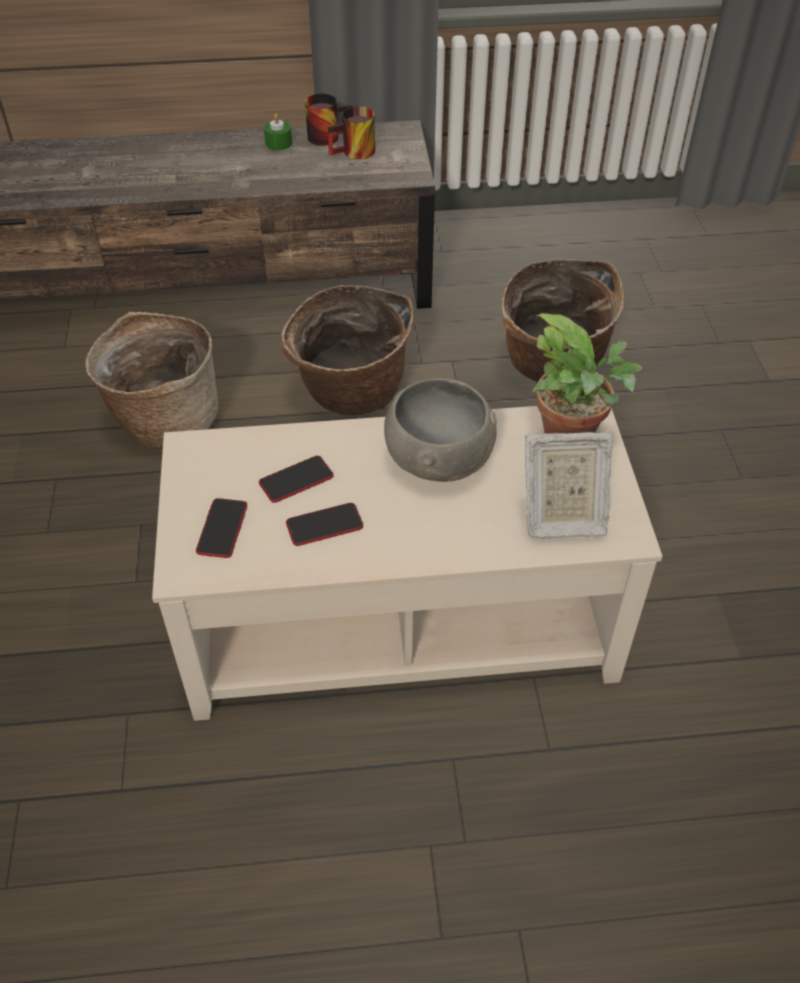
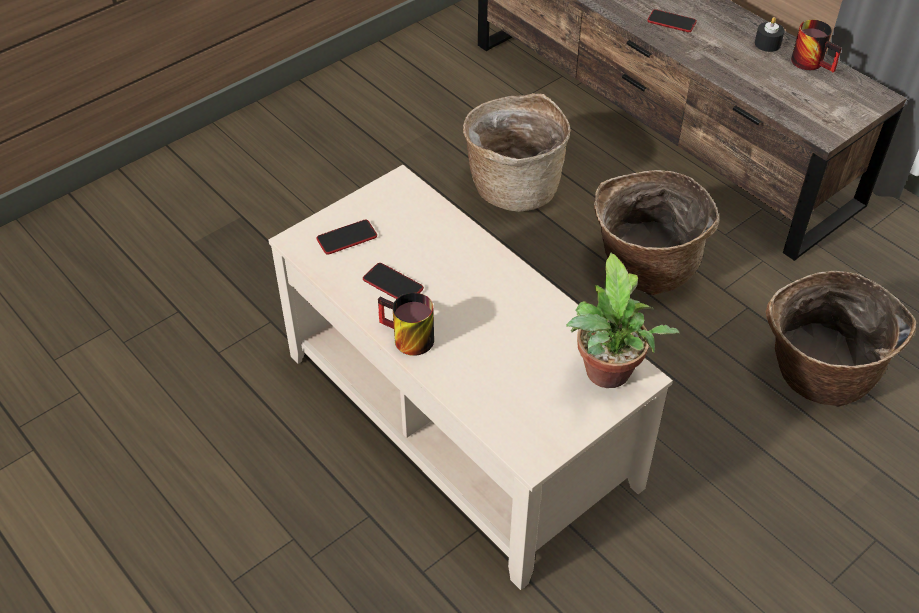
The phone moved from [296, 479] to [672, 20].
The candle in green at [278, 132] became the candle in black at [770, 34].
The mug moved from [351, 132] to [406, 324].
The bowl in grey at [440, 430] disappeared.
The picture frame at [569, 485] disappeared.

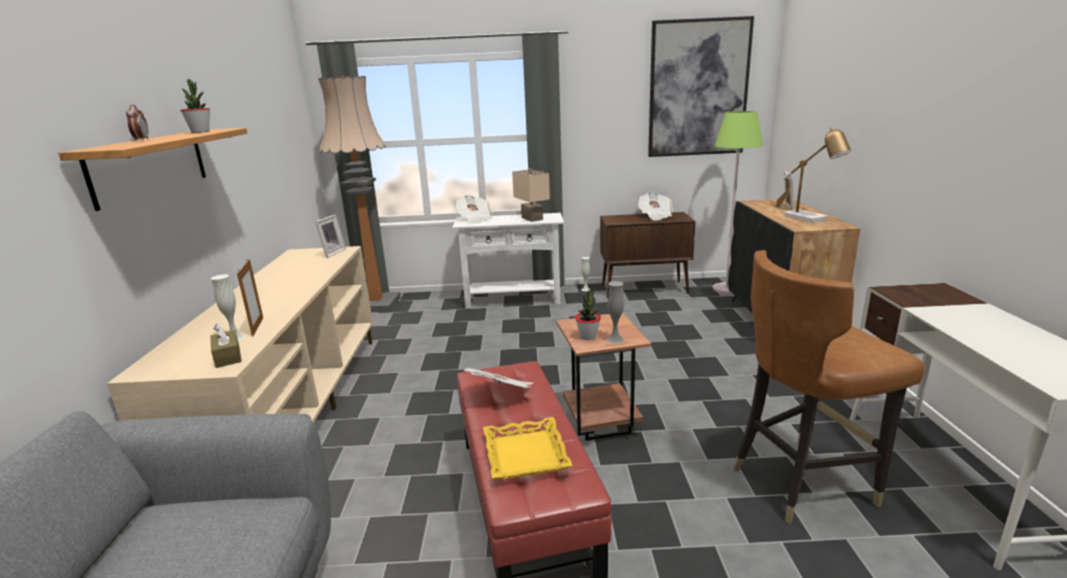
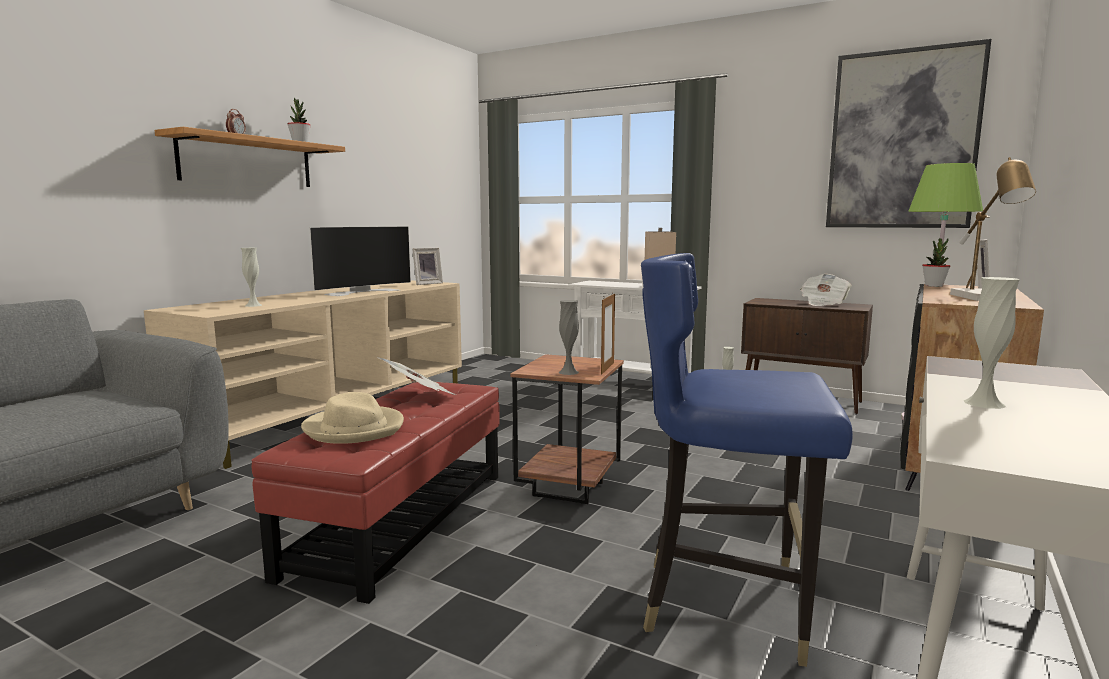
The tissue box in brown at [226, 346] disappeared.
The picture frame moved from [250, 298] to [608, 334].
The floor lamp at [359, 194] disappeared.
The newspaper at [474, 209] disappeared.
The tray in yellow at [528, 448] was replaced by the hat in beige at [352, 418].
The potted plant moved from [588, 314] to [936, 263].
The chair in brown at [828, 387] became the chair in blue at [747, 460].
The television at [360, 261] appeared.
The vase in white at [991, 343] appeared.

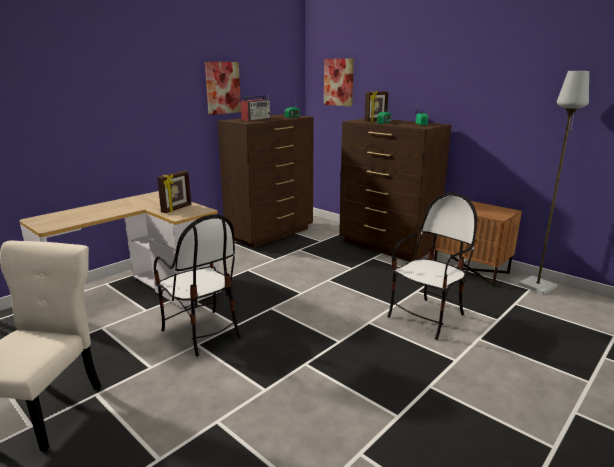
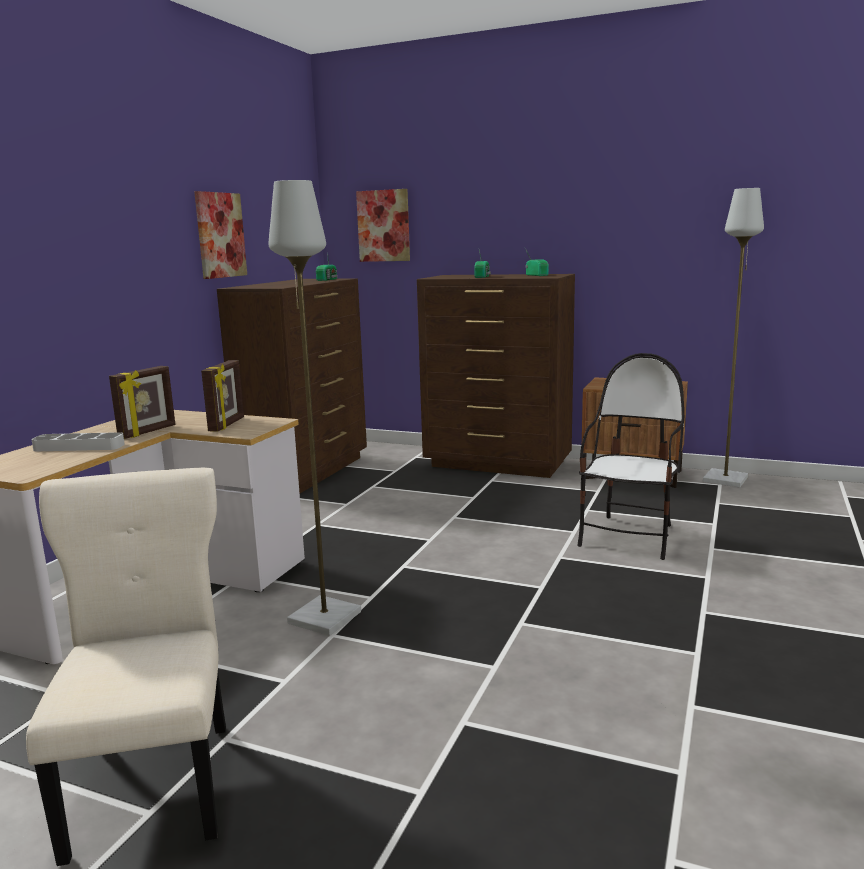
The chair at [198, 285] was replaced by the floor lamp in grey at [314, 408].
The radio at [255, 107] disappeared.
The picture frame moved from [376, 106] to [142, 402].
The tray in grey at [78, 441] appeared.

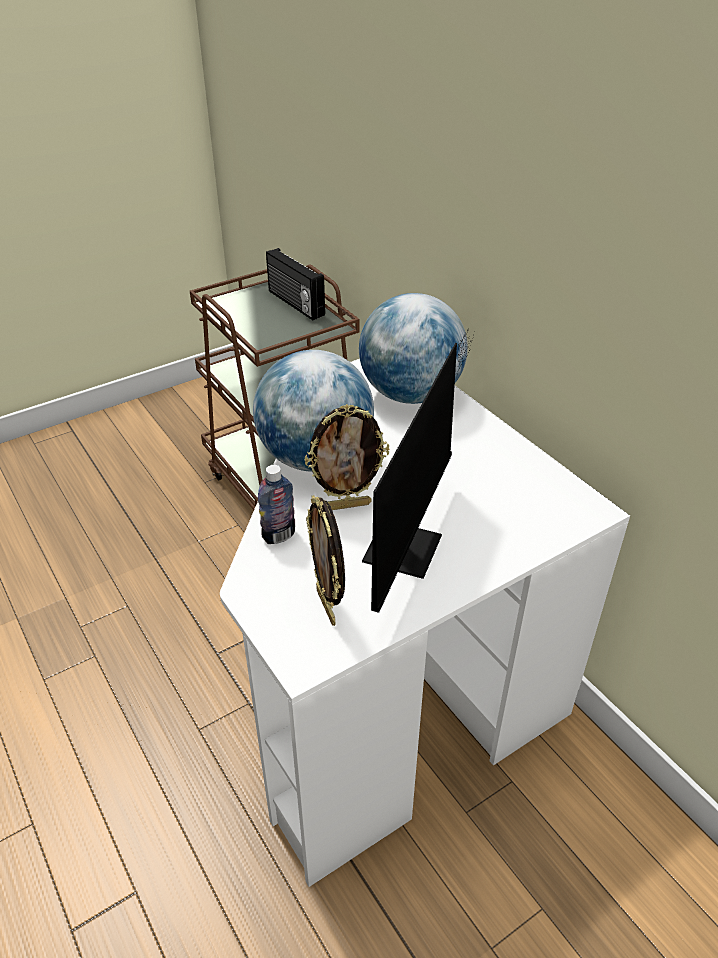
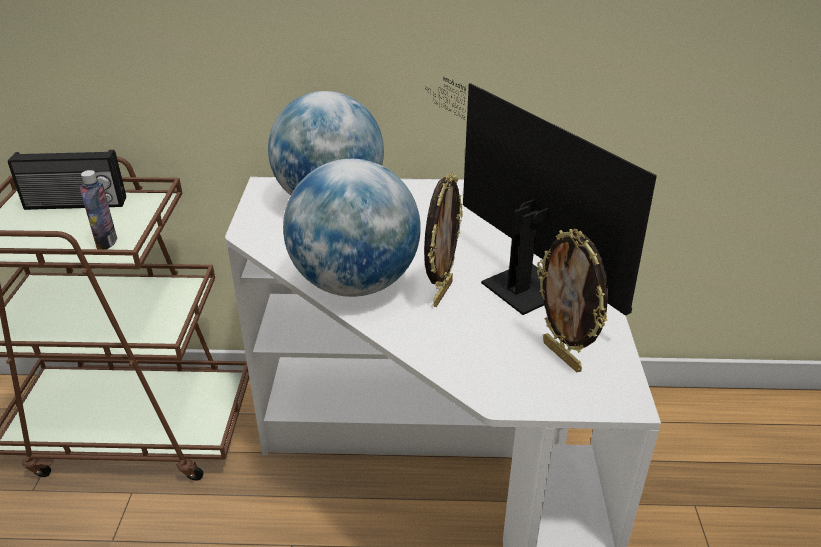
The bottle moved from [276, 504] to [98, 210].
The picture frame at [325, 560] turned 45 degrees clockwise.

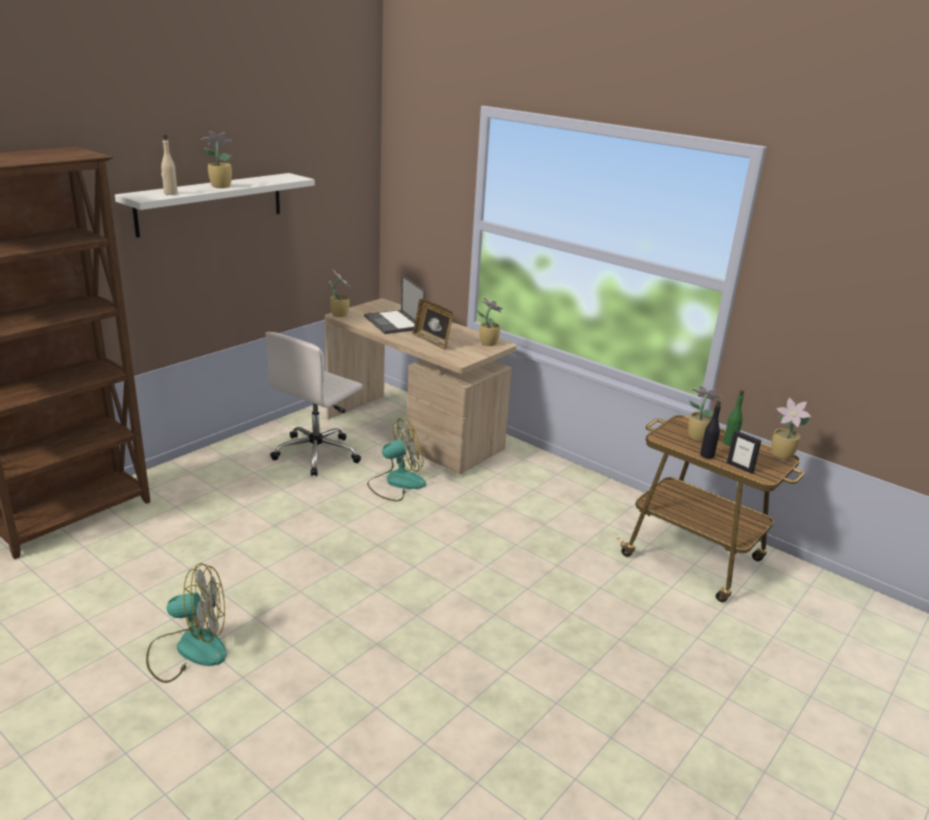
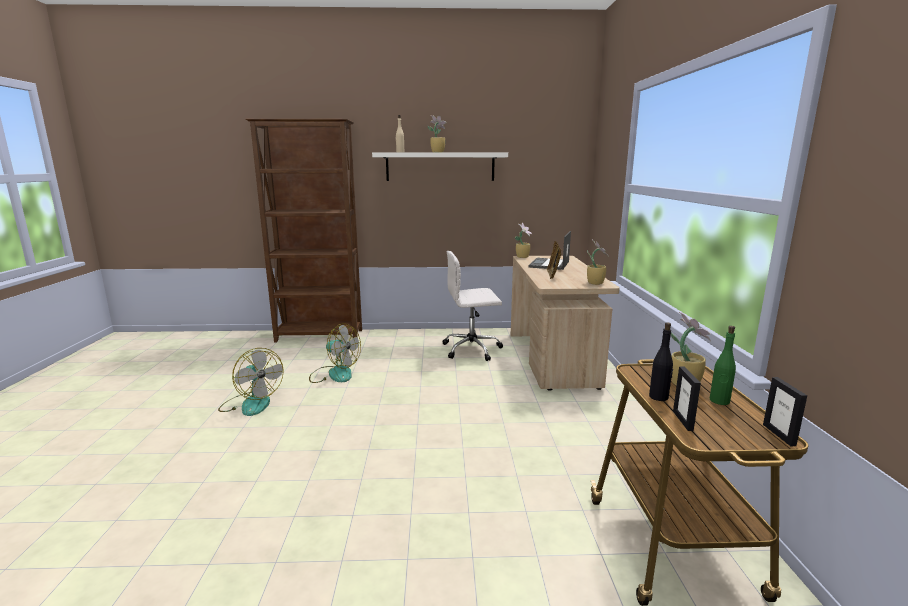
The fan moved from [396, 459] to [335, 353].
The potted plant at [791, 429] was replaced by the picture frame at [785, 411].

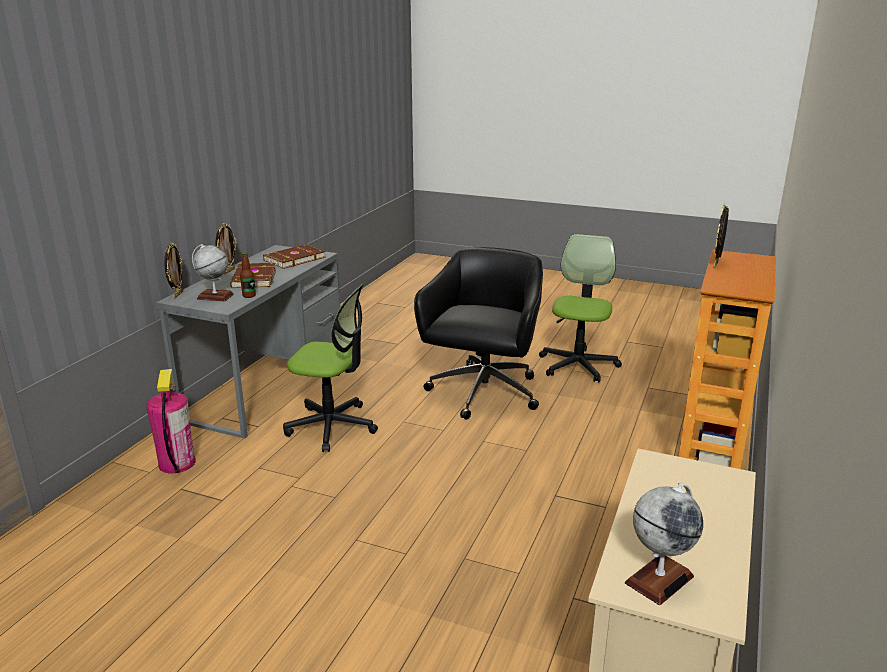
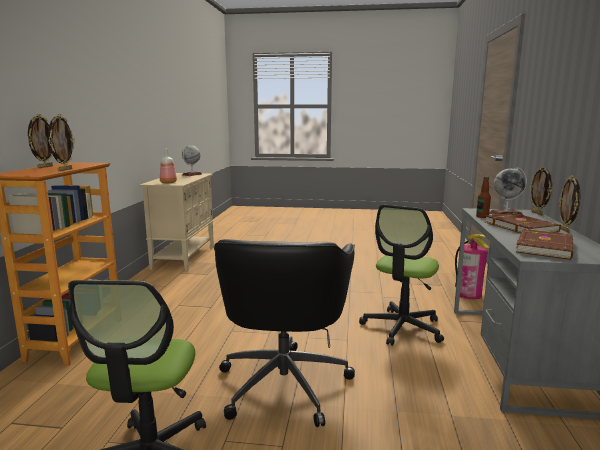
The office chair at [330, 368] turned 60 degrees counterclockwise.
The picture frame at [40, 141] appeared.
The bottle at [168, 166] appeared.

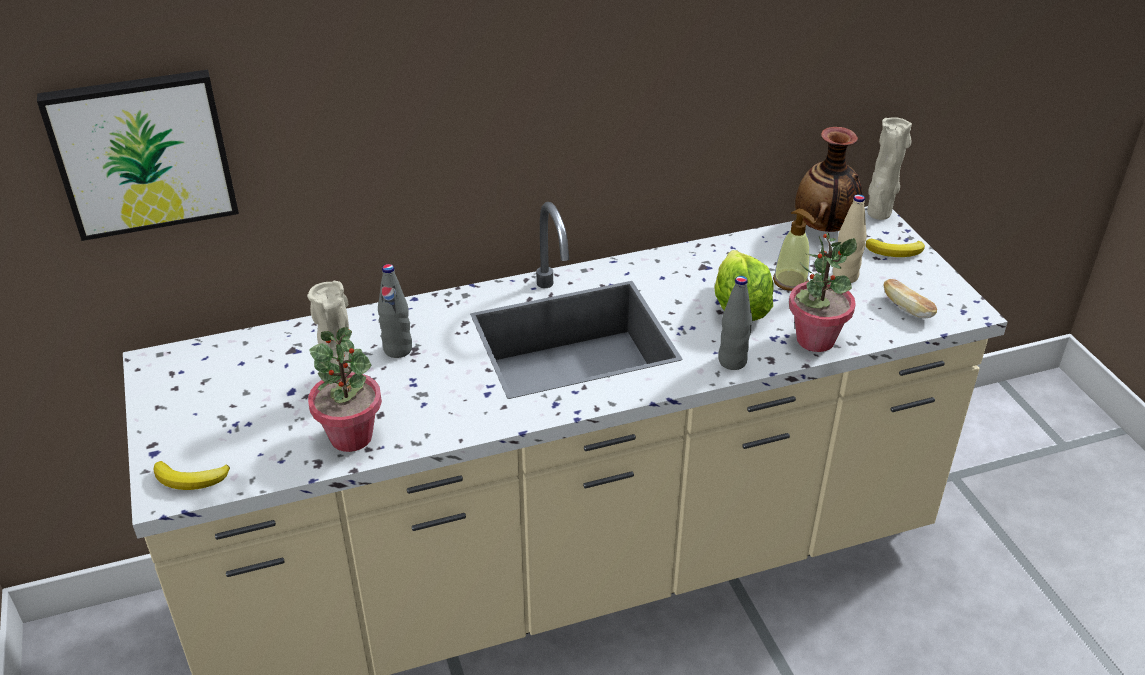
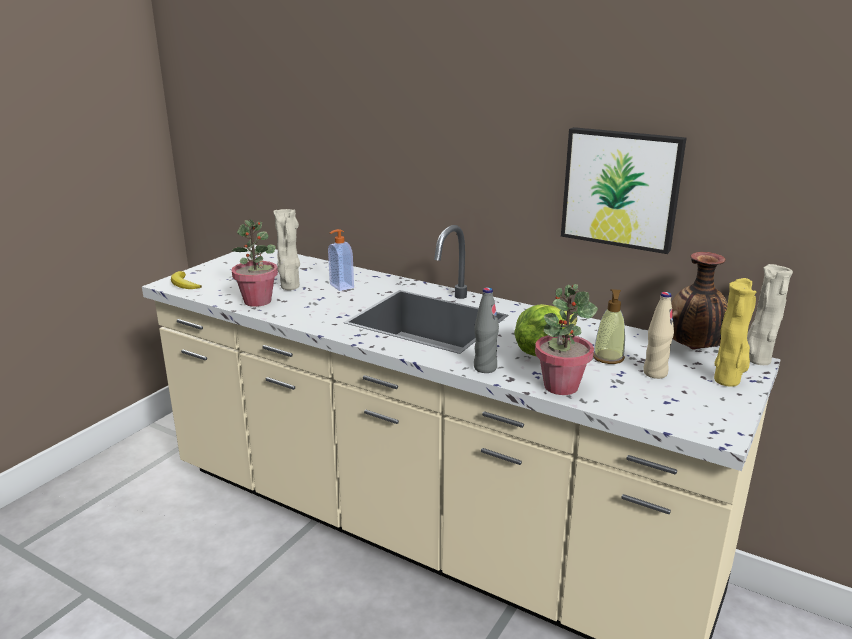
The picture moved from [138, 155] to [623, 190].
The bottle in grey at [395, 311] was replaced by the soap dispenser at [341, 260].
The banana at [895, 248] was replaced by the vase in yellow at [735, 332].
The bread at [910, 299] disappeared.

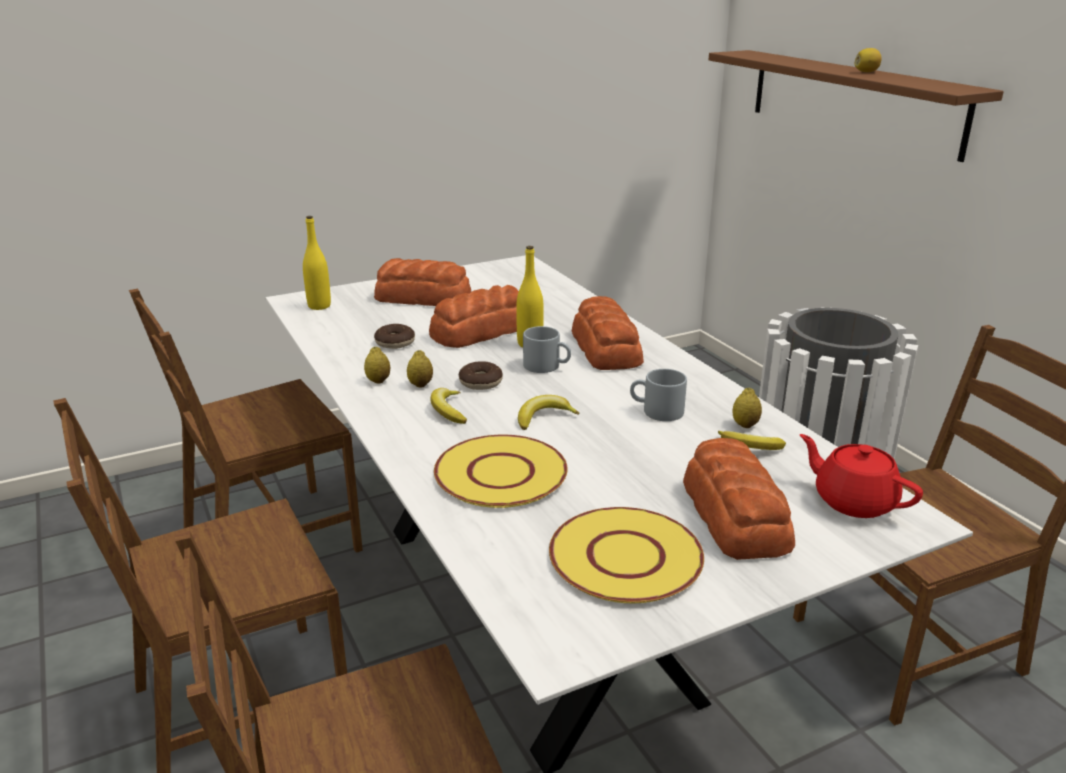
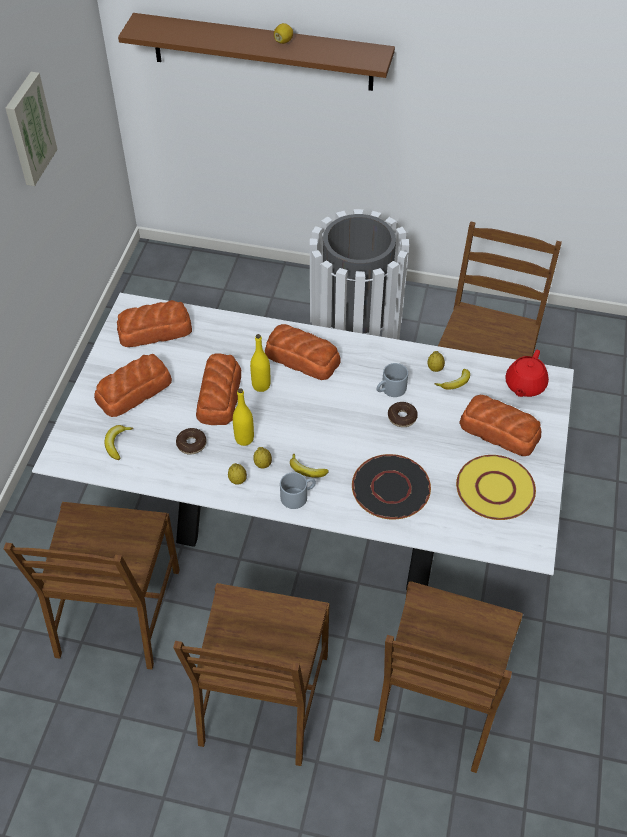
The bottle in yellow moved from [317, 263] to [243, 417].
The plate in yellow at [501, 471] became the plate in black at [391, 486].
The donut moved from [481, 375] to [403, 414].
The banana moved from [549, 412] to [119, 442].
The mug in grey moved from [547, 349] to [298, 490].
The teapot in red at [861, 476] turned 60 degrees counterclockwise.
The picture at [31, 129] appeared.
The bread at [154, 323] appeared.

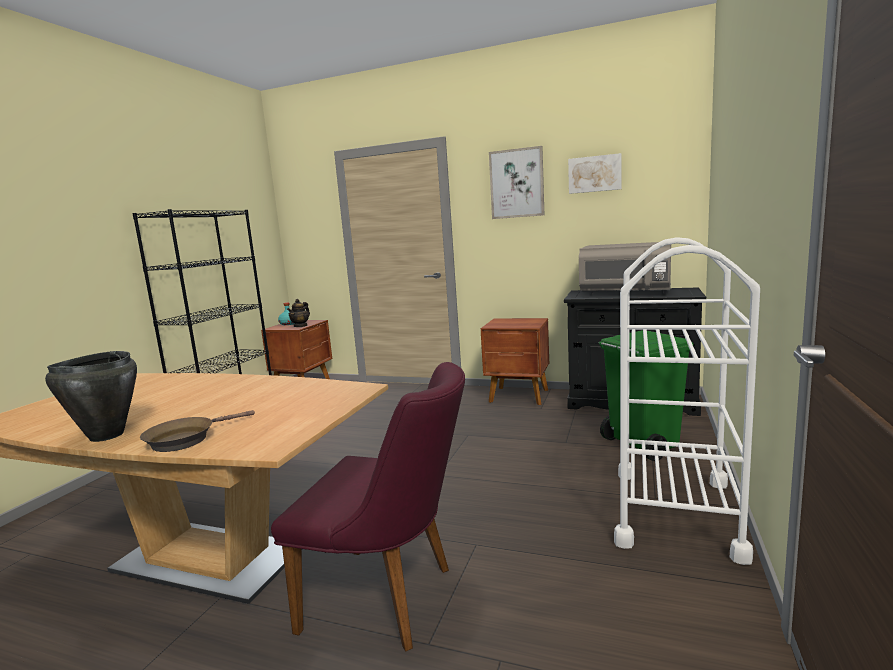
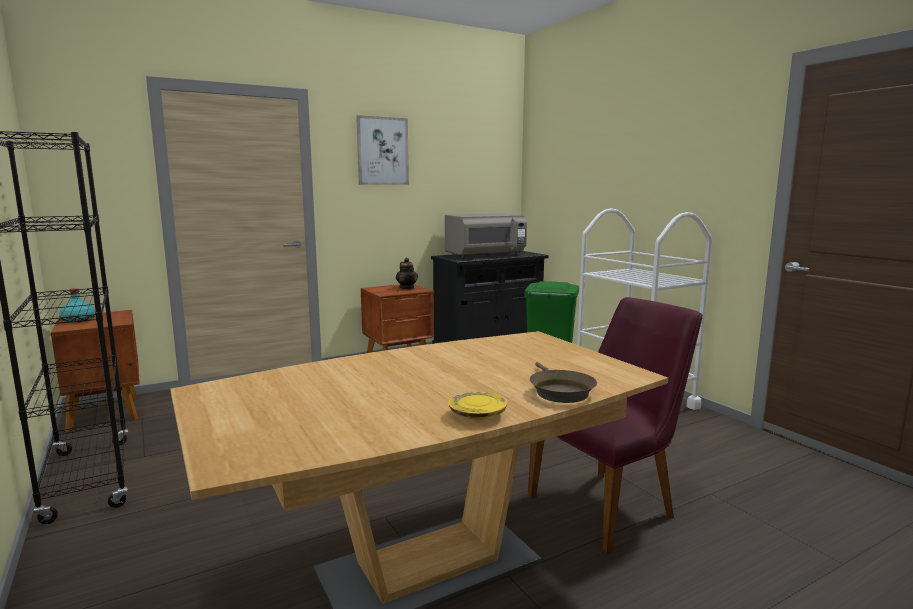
The cooking pot in black at [91, 396] was replaced by the plate in yellow at [477, 406].
The teapot moved from [298, 313] to [407, 273].
The picture at [595, 173] disappeared.

